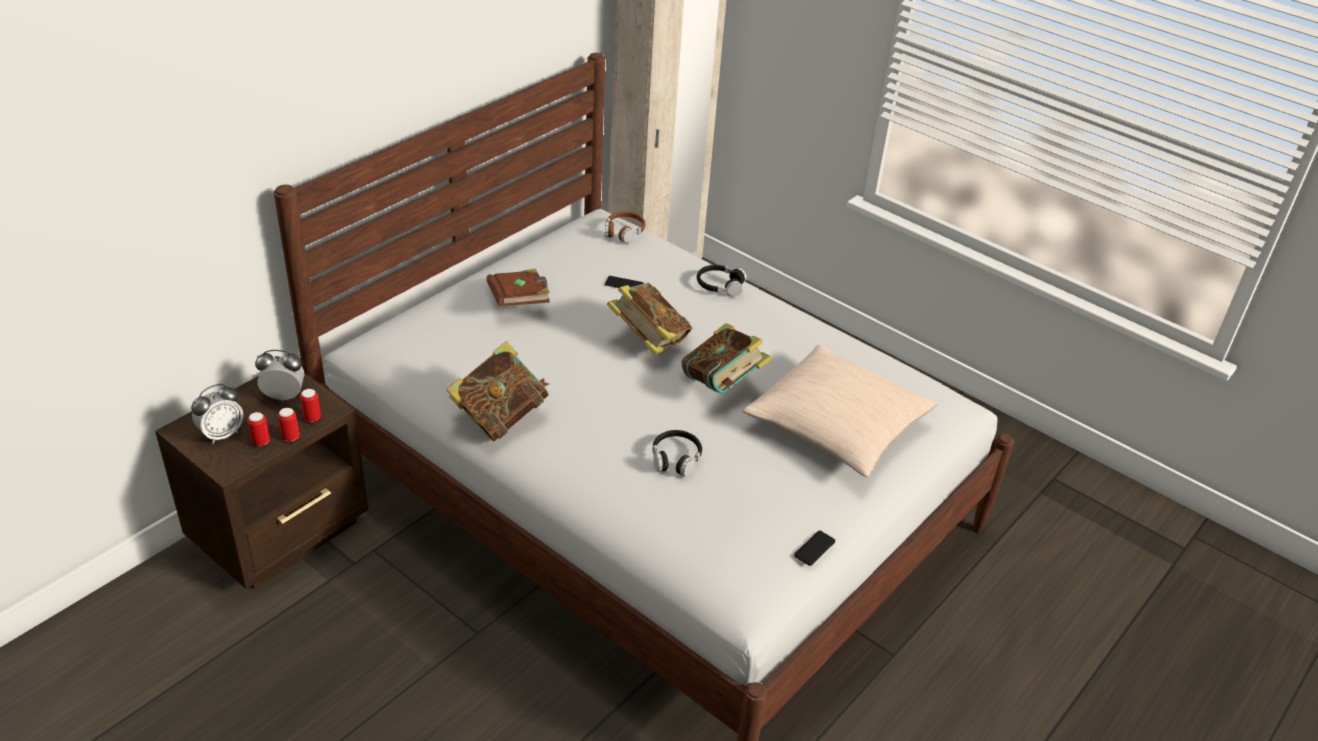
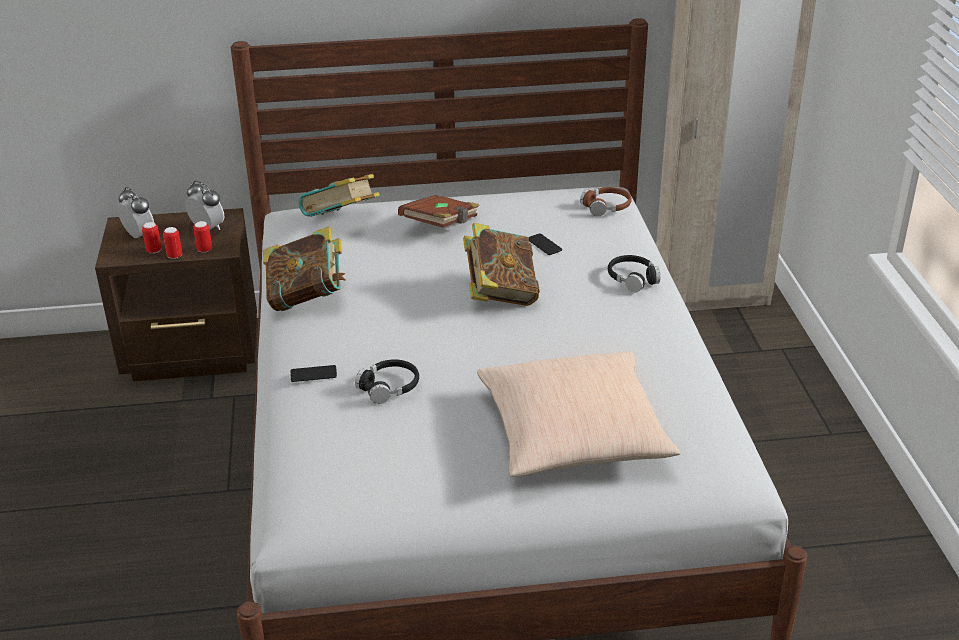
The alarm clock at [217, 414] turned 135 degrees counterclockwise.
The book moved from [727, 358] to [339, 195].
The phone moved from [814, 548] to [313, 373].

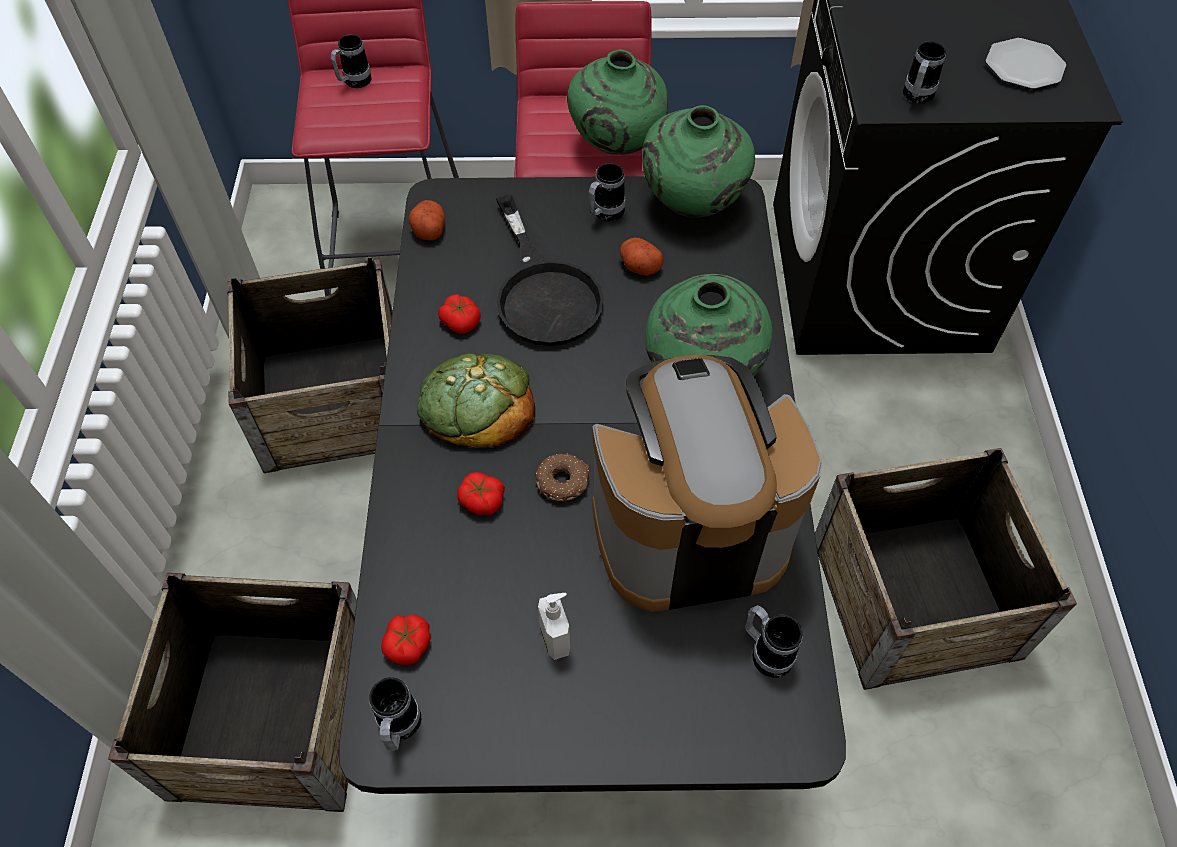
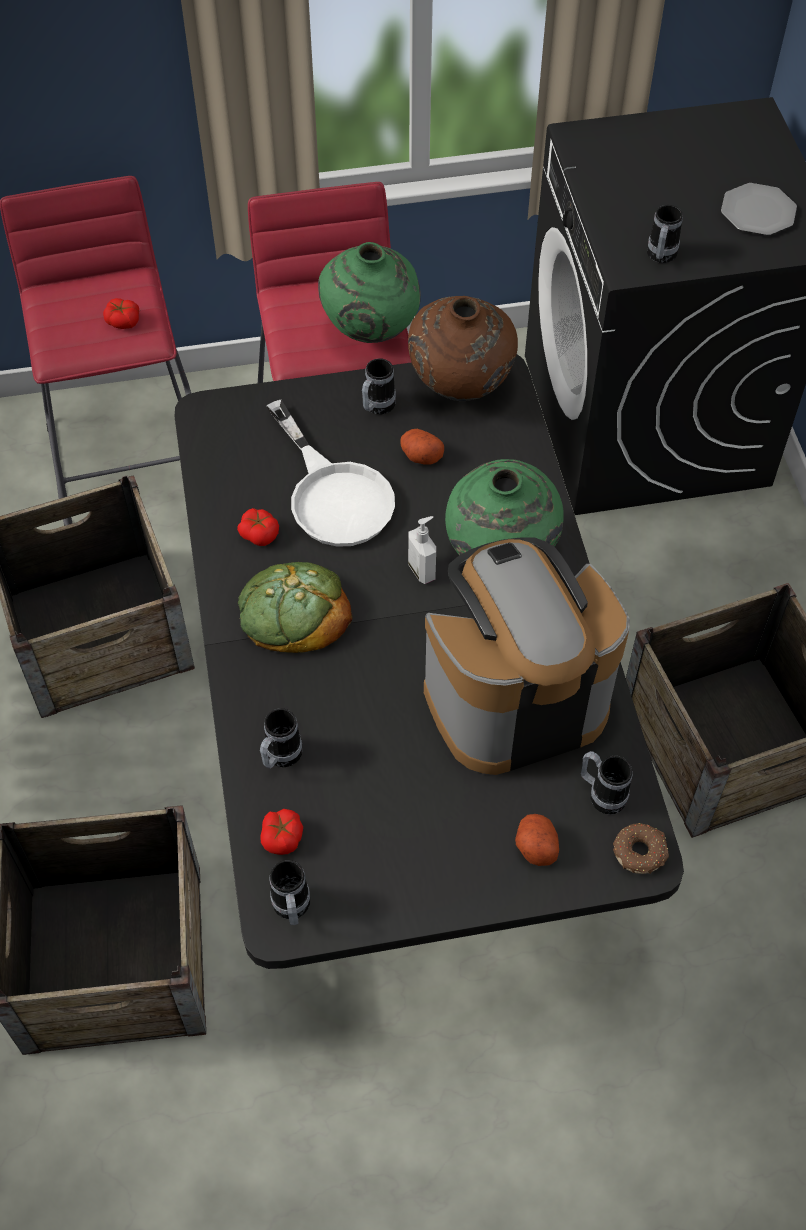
The mug moved from [351, 61] to [281, 738].
The potato moved from [427, 220] to [537, 840].
The tomato moved from [481, 493] to [121, 313].
The frying pan in black at [550, 270] became the frying pan in white at [331, 473].
The donut moved from [562, 477] to [641, 848].
The soap dispenser moved from [554, 626] to [422, 550].
The vase in green at [698, 161] became the vase in brown at [463, 348].

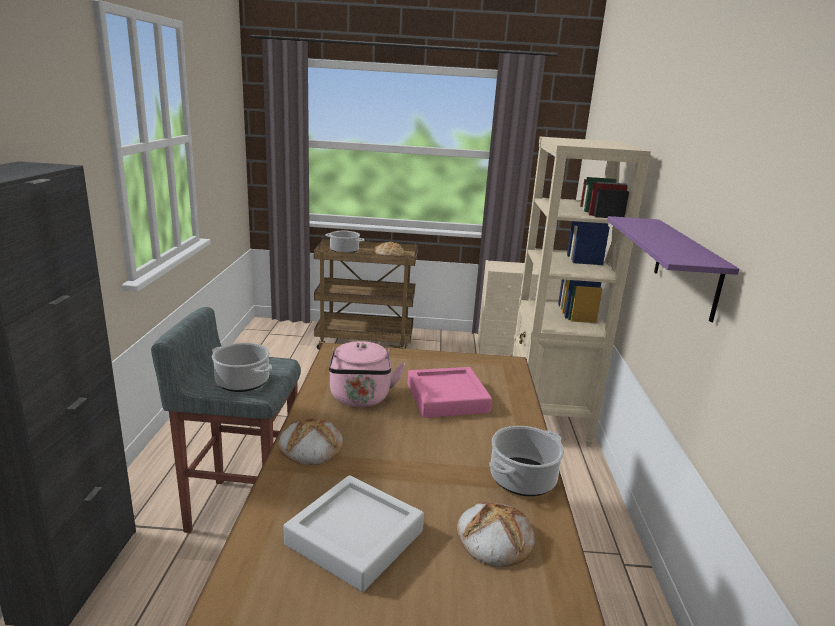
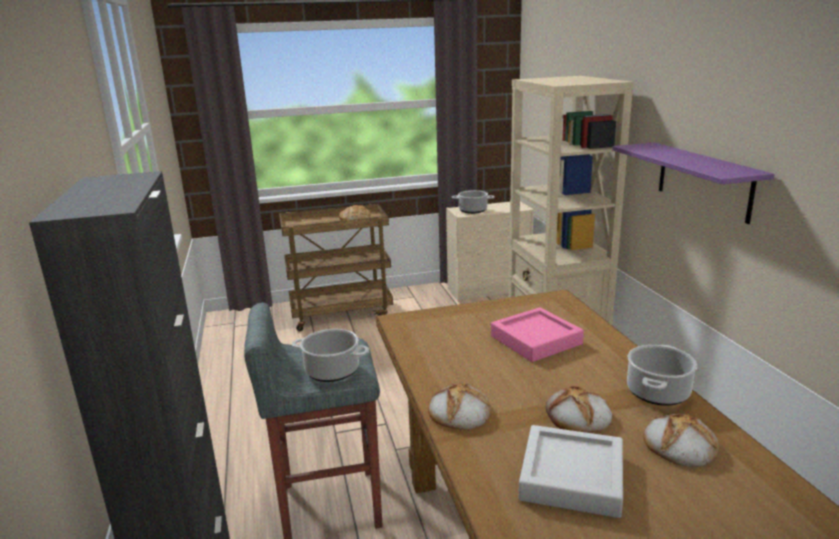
The cooking pot moved from [345, 242] to [473, 202].
The kettle in pink at [367, 374] disappeared.
The bread at [578, 409] appeared.

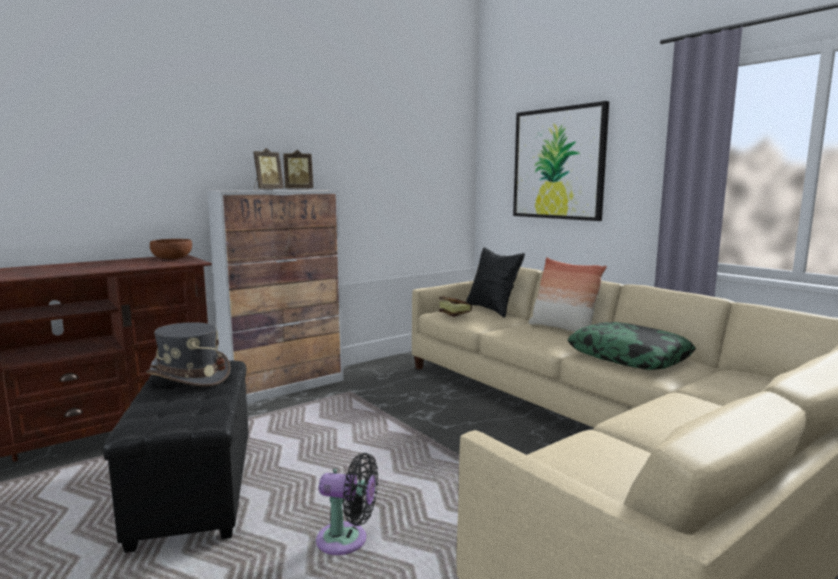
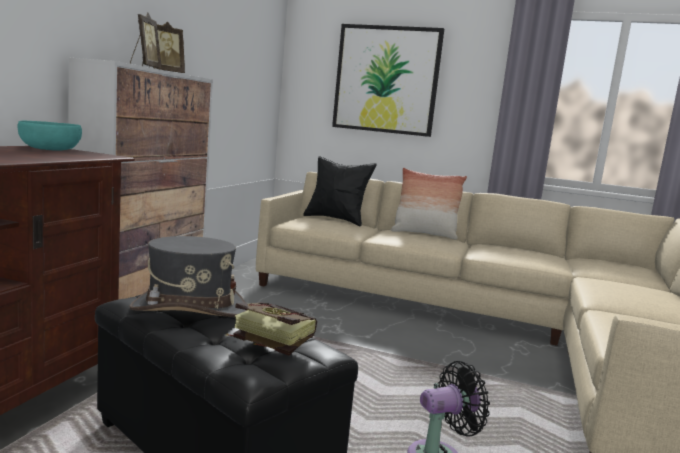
The bowl in brown at [171, 249] became the bowl in turquoise at [50, 136].
The book moved from [455, 306] to [272, 329].
The pillow at [631, 346] disappeared.

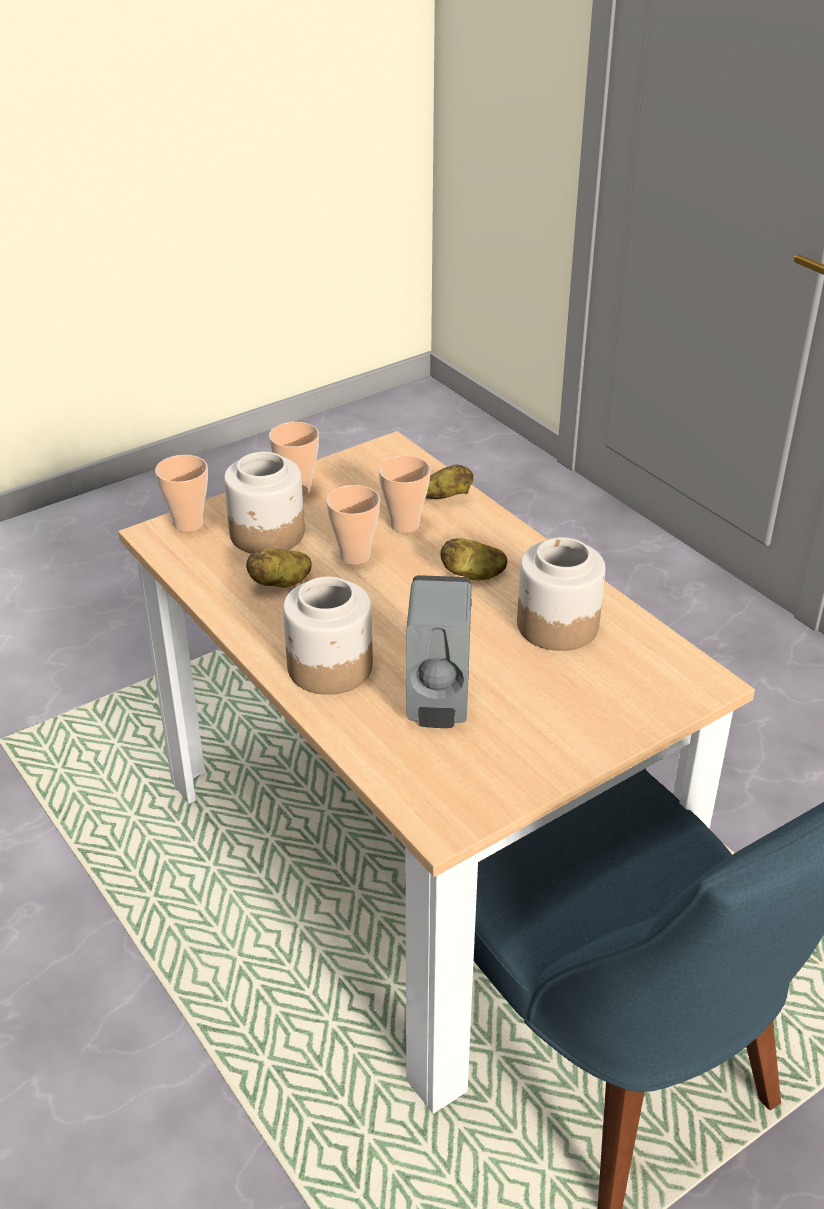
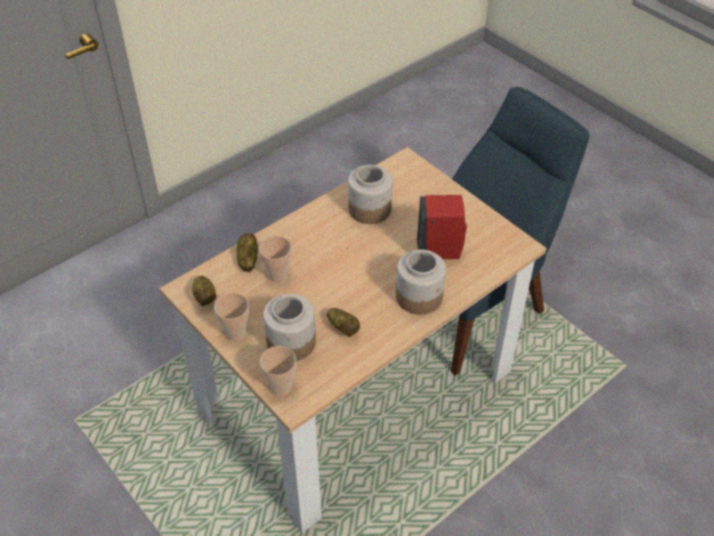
The cup at [353, 525] disappeared.
The soap dispenser in grey at [439, 651] became the soap dispenser in red at [442, 227].
The potato moved from [473, 559] to [204, 291].

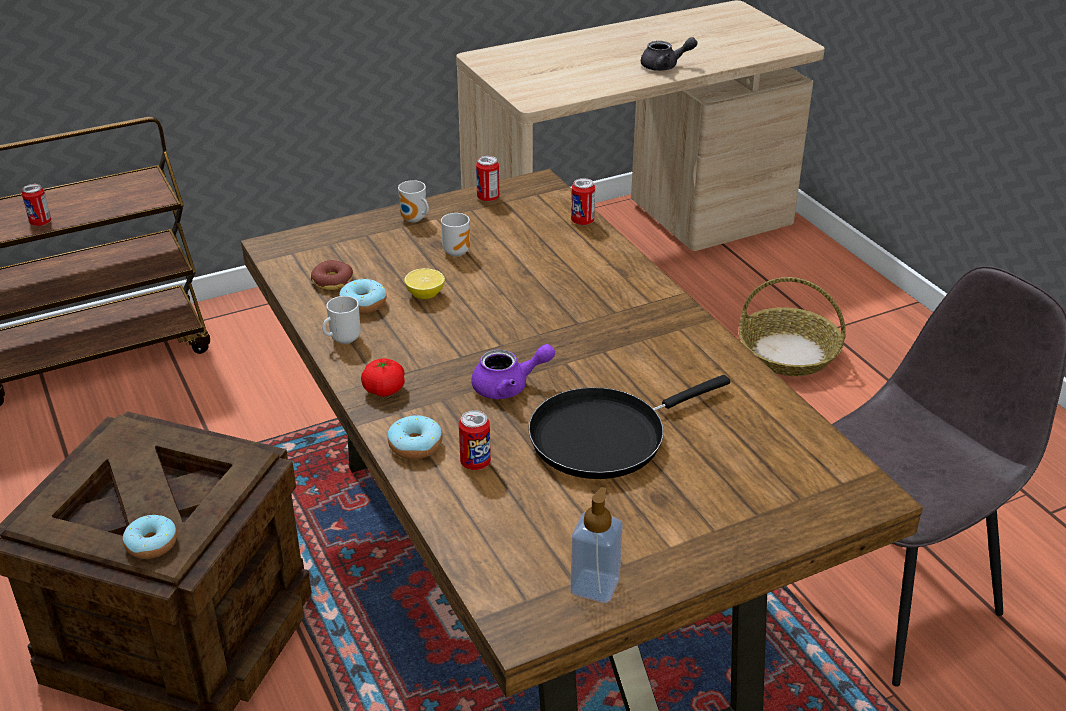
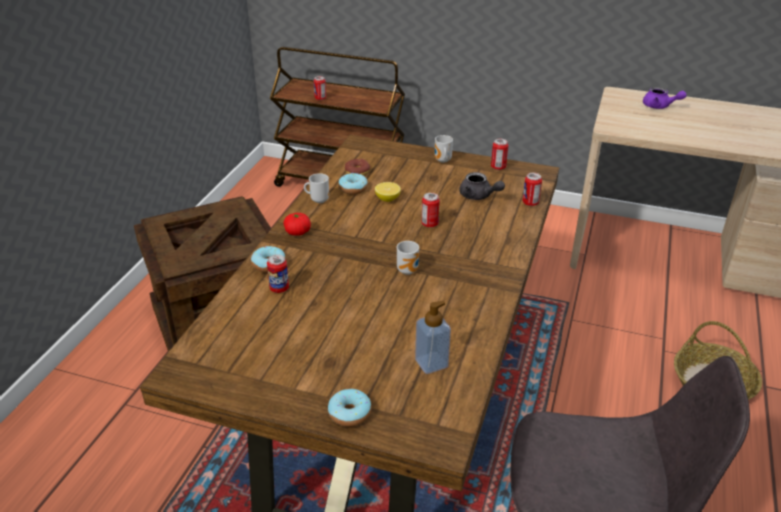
The donut moved from [150, 537] to [349, 408].
The mug moved from [455, 235] to [408, 258].
The teapot in purple moved from [513, 371] to [664, 98].
The frying pan in black at [629, 427] disappeared.
The soap dispenser moved from [596, 545] to [433, 337].
The teapot in grey moved from [669, 54] to [482, 186].
The can at [431, 210] appeared.

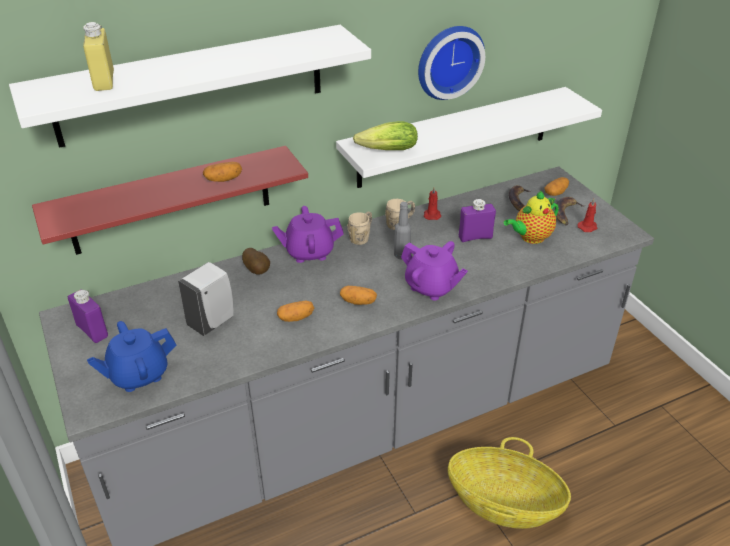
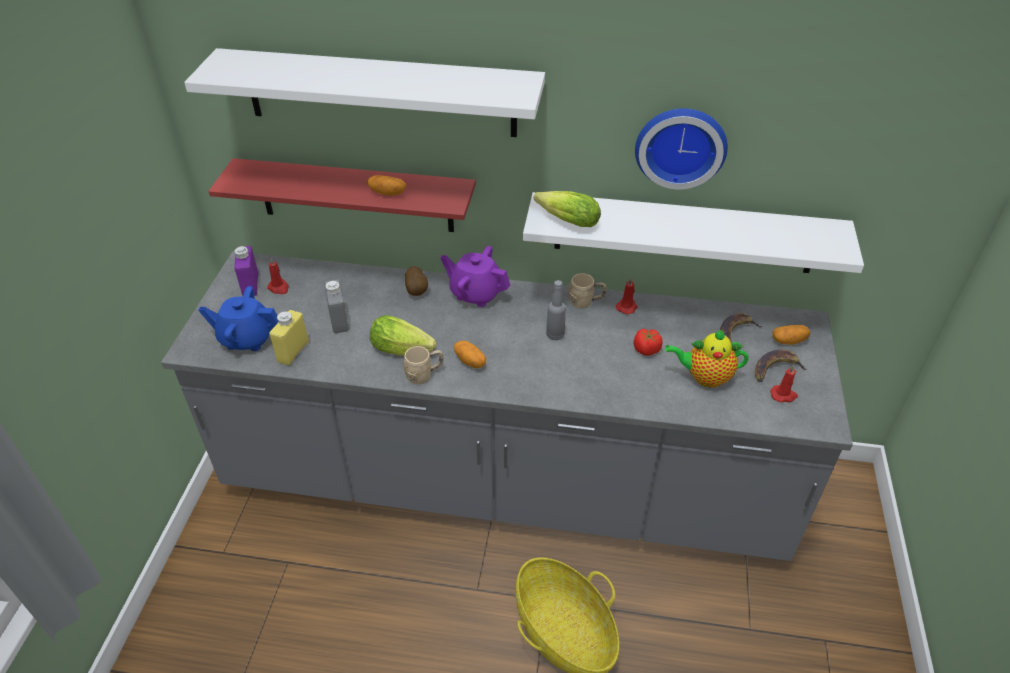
The bottle in yellow moved from [98, 56] to [289, 338].
The soap dispenser in white at [205, 299] was replaced by the bottle in grey at [336, 306].
The potato at [295, 311] was replaced by the lettuce at [403, 335].
The mug in beige moved from [359, 228] to [423, 365].
The teapot in purple at [434, 271] disappeared.
The bottle in purple at [477, 220] was replaced by the tomato at [648, 342].
The candle in red at [278, 276] appeared.

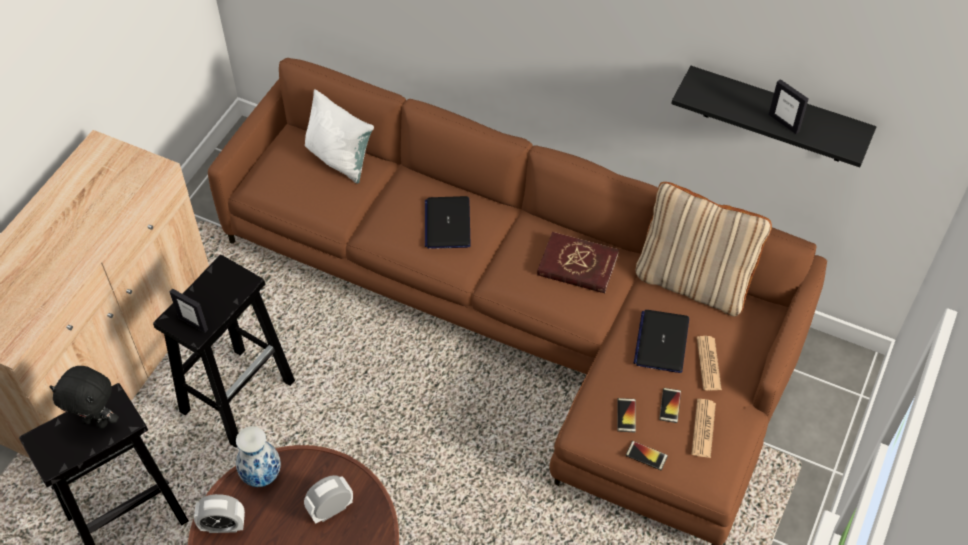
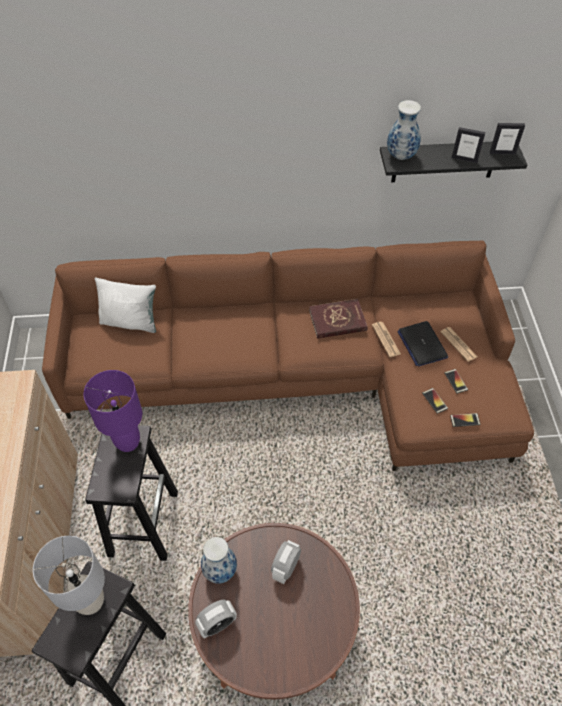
The plush toy in black at [84, 397] was replaced by the table lamp in grey at [69, 575].
The picture frame moved from [189, 310] to [507, 138].
The laptop at [448, 222] disappeared.
The pillow in beige at [703, 249] disappeared.
The newspaper moved from [704, 428] to [386, 339].
The table lamp in purple at [112, 411] appeared.
The vase at [404, 130] appeared.

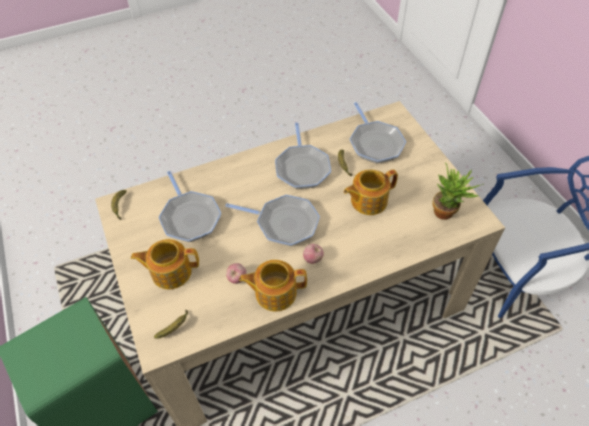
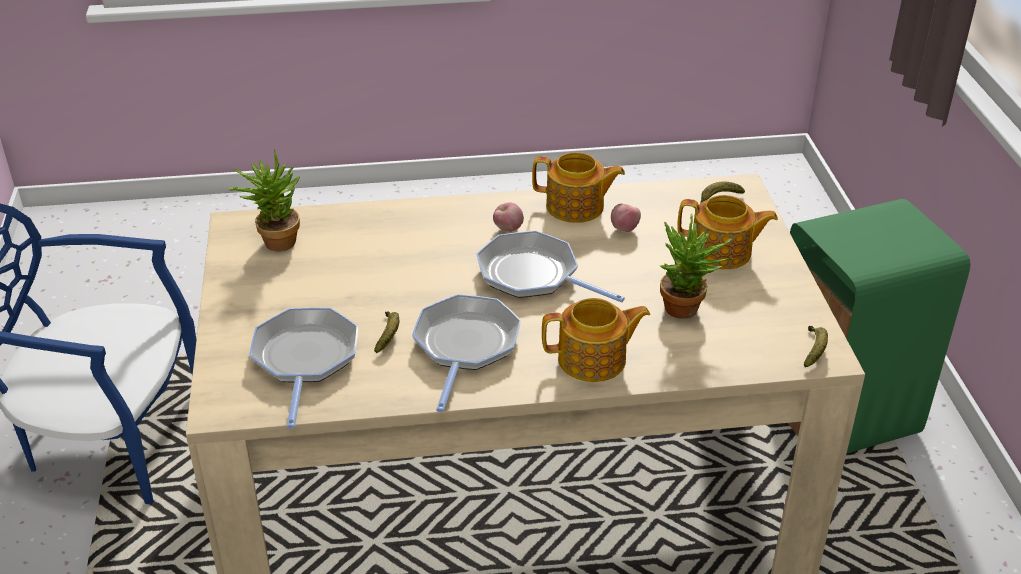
The frying pan at [190, 206] was replaced by the potted plant at [696, 266].
The teapot moved from [371, 192] to [596, 340].

